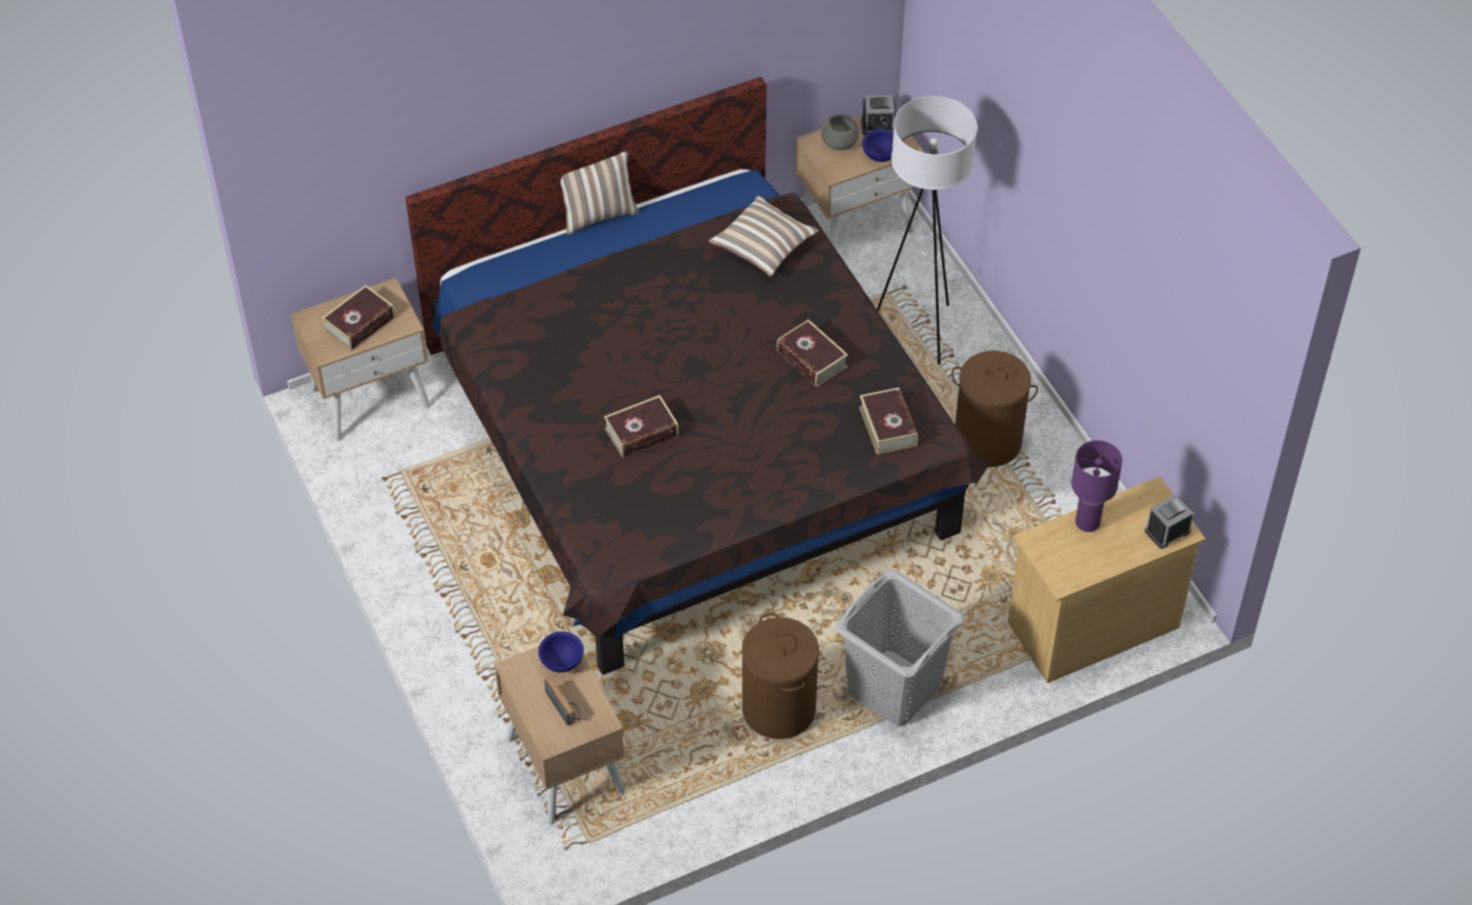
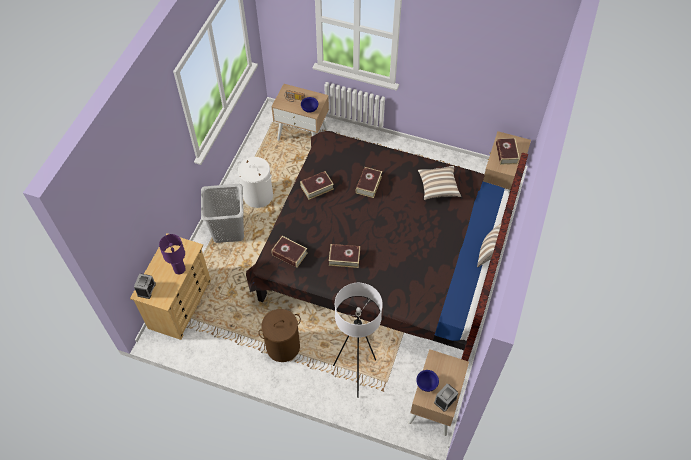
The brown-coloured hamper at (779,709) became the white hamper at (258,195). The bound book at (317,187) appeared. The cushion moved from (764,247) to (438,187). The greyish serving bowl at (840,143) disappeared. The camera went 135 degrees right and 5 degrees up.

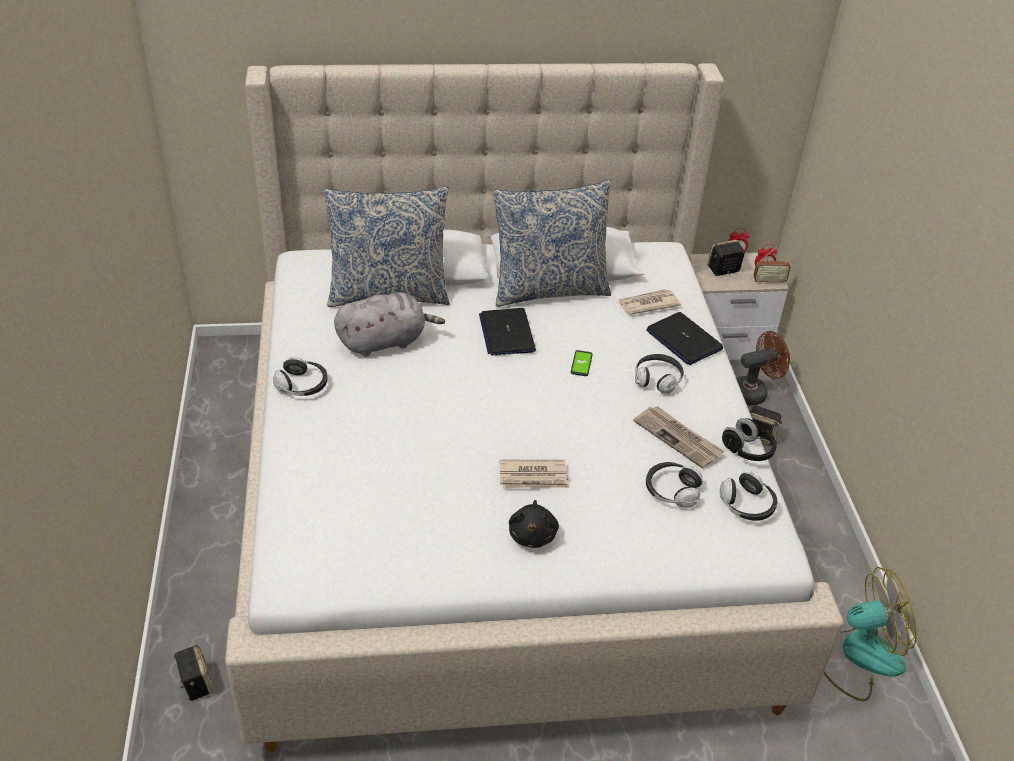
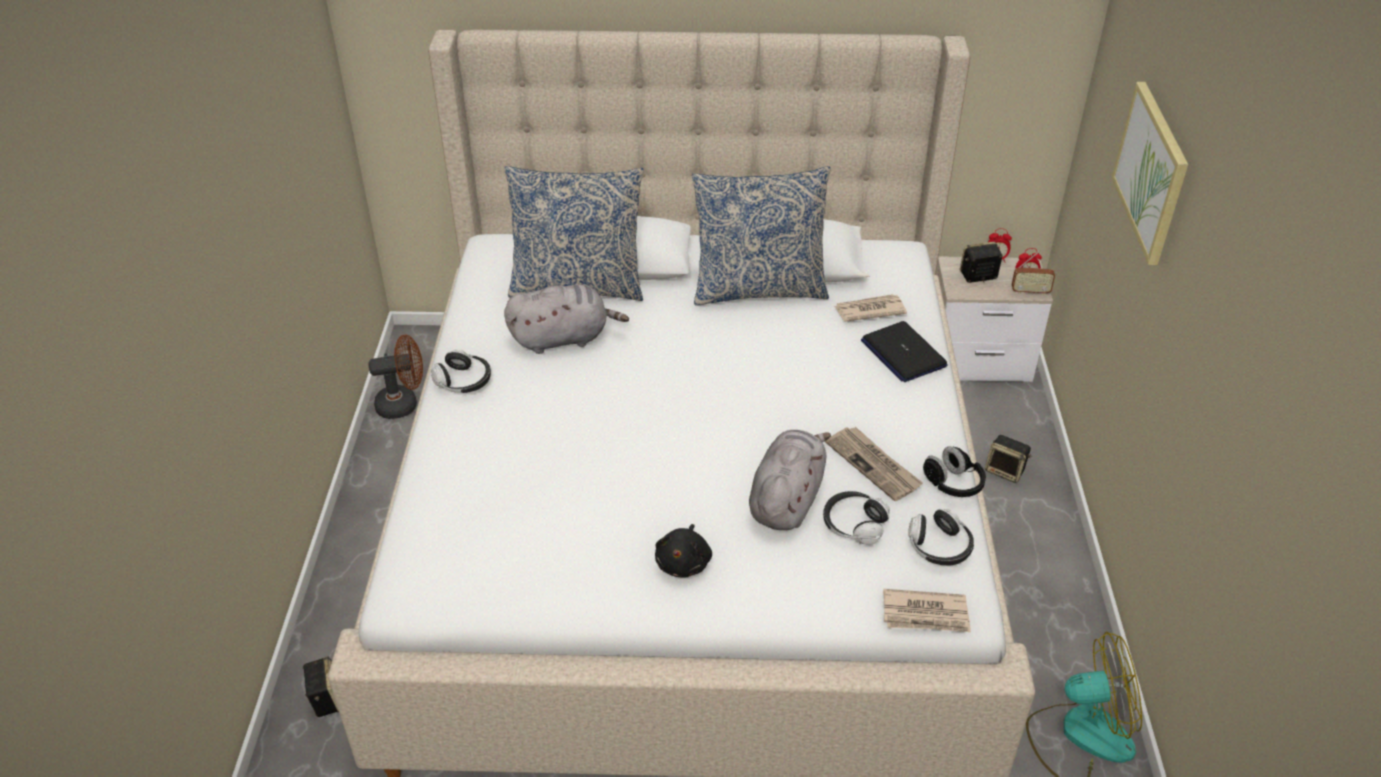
The brown-coloured cooling fan moved from (753,392) to (404,404). The greyish soft toy at (787,499) appeared. The newspaper moved from (534,477) to (926,614). The wall picture at (1151,171) appeared. The portable computer at (507,333) disappeared. The phone at (581,364) disappeared. The headset at (657,379) disappeared. The camera went 10 degrees right and 0 degrees up.

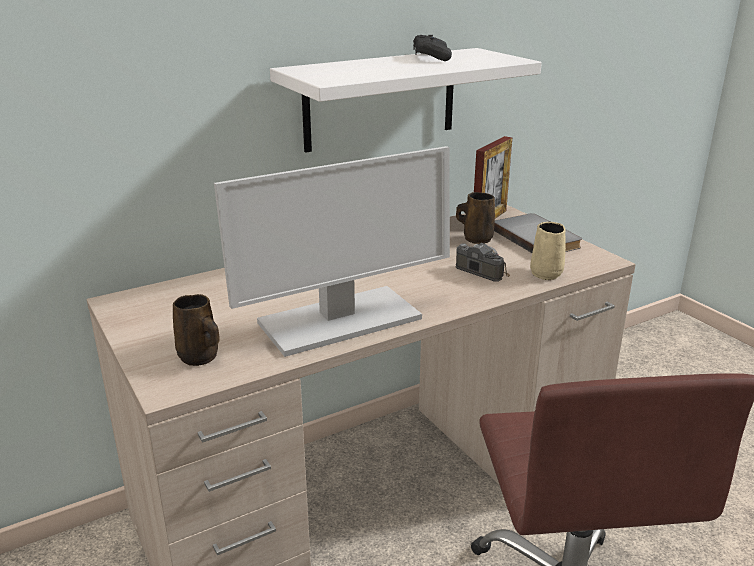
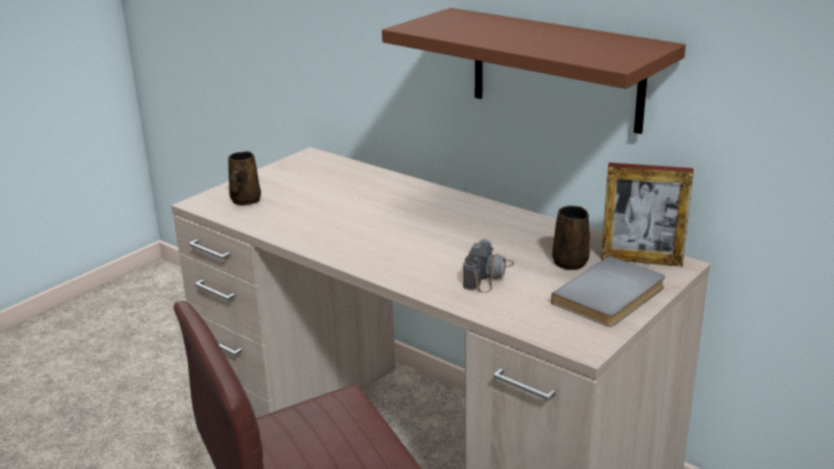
The white wall shelf at (381,99) became the brown-coloured wall shelf at (556,70). The monitor at (339,322) disappeared. The black gamepad at (431,57) disappeared. The beige-coloured coffee mug at (546,273) disappeared. The camera went 70 degrees right and 0 degrees up.

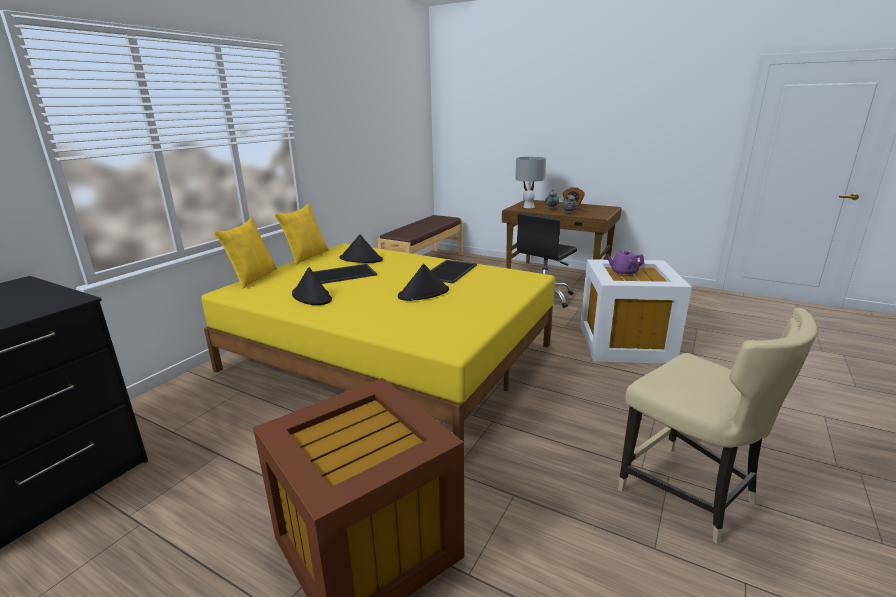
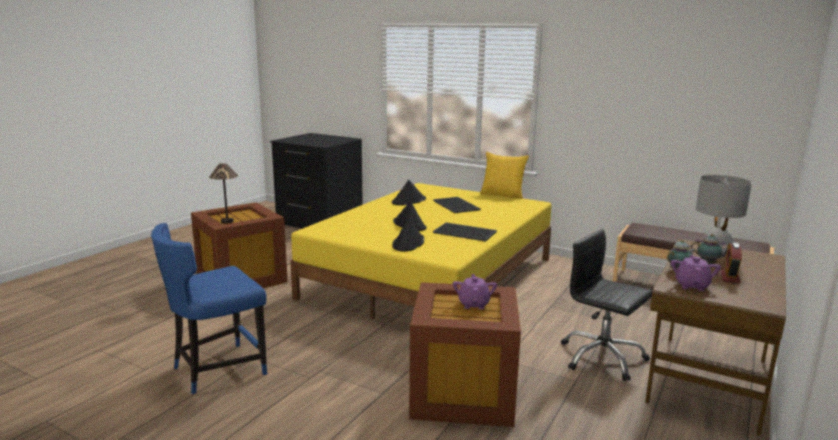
The beige-coloured plain chair at (689,495) became the blue-coloured plain chair at (217,370). The table lamp at (227,221) appeared. The black clothing hat moved from (361,259) to (408,243). The white storage bin at (626,343) became the brown-coloured storage bin at (464,394). The purplish teapot at (692,286) appeared. The yellow cushion at (252,277) disappeared. The camera went 90 degrees right and 5 degrees down.

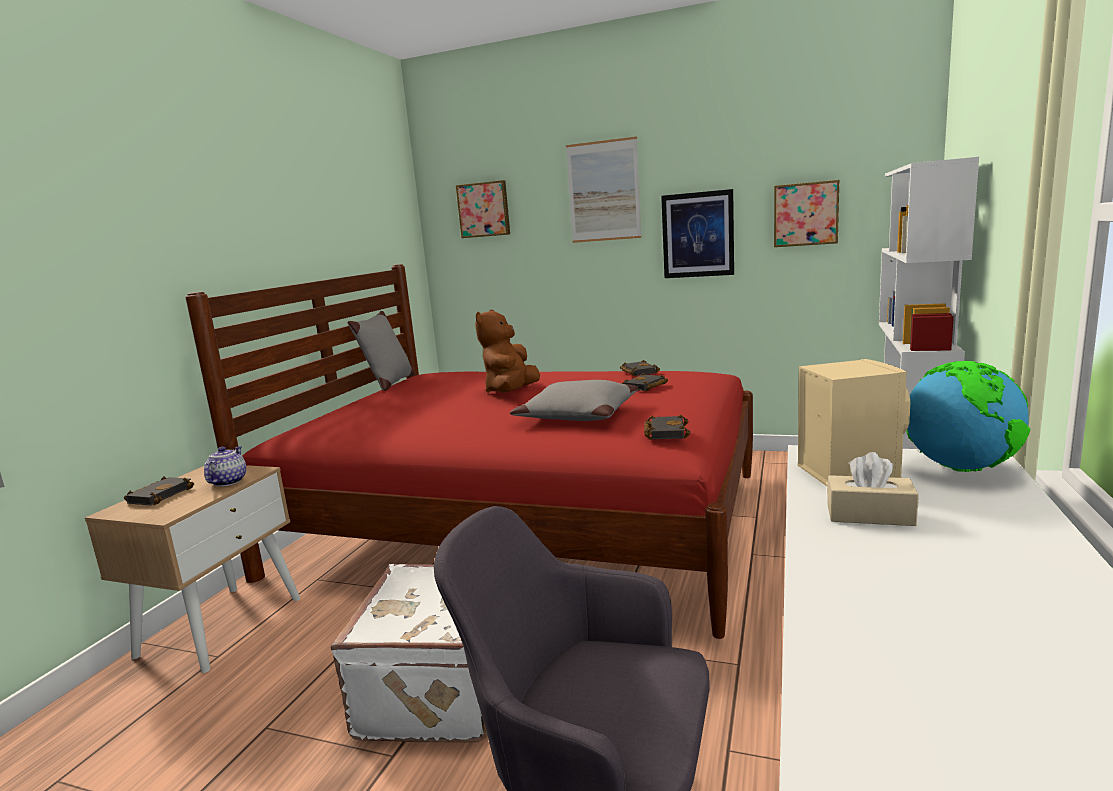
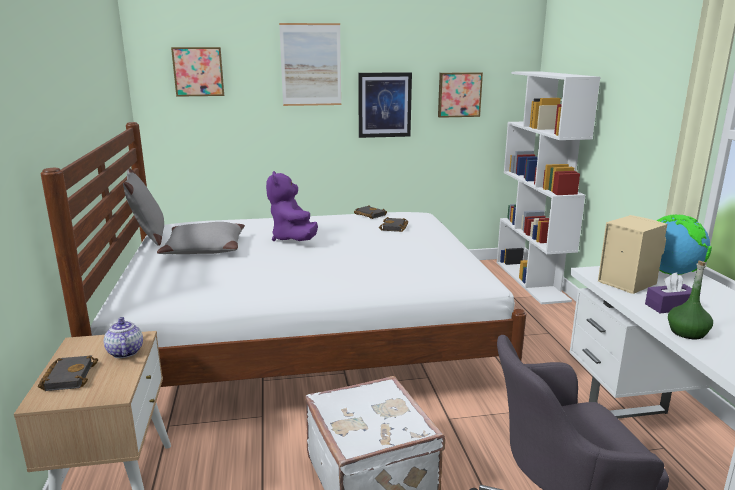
The red-coloured sleeping bed at (526,523) became the white sleeping bed at (307,344). The greyish cushion moved from (577,415) to (204,249). The brown-coloured soft toy at (511,392) became the purplish soft toy at (293,239). The beige-coloured tissue holder at (870,515) became the purplish tissue holder at (670,307). The greenish drink bottle at (687,332) appeared. The black bound book at (664,432) disappeared. The camera went 30 degrees left and 5 degrees up.

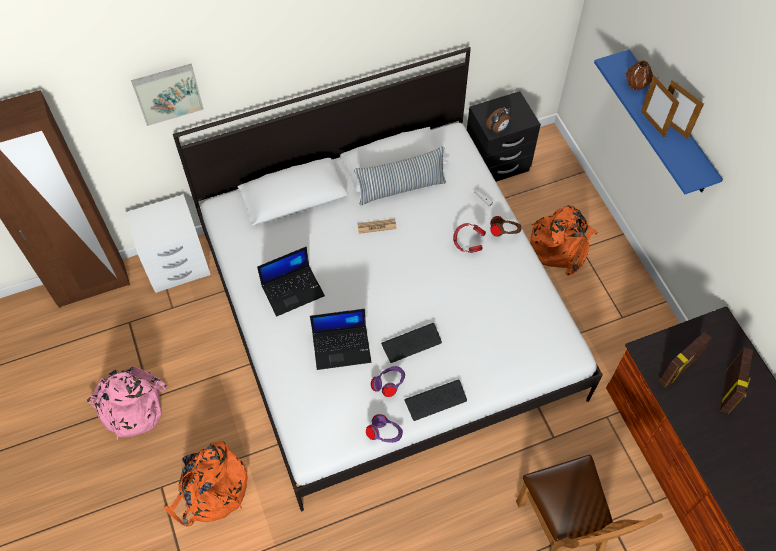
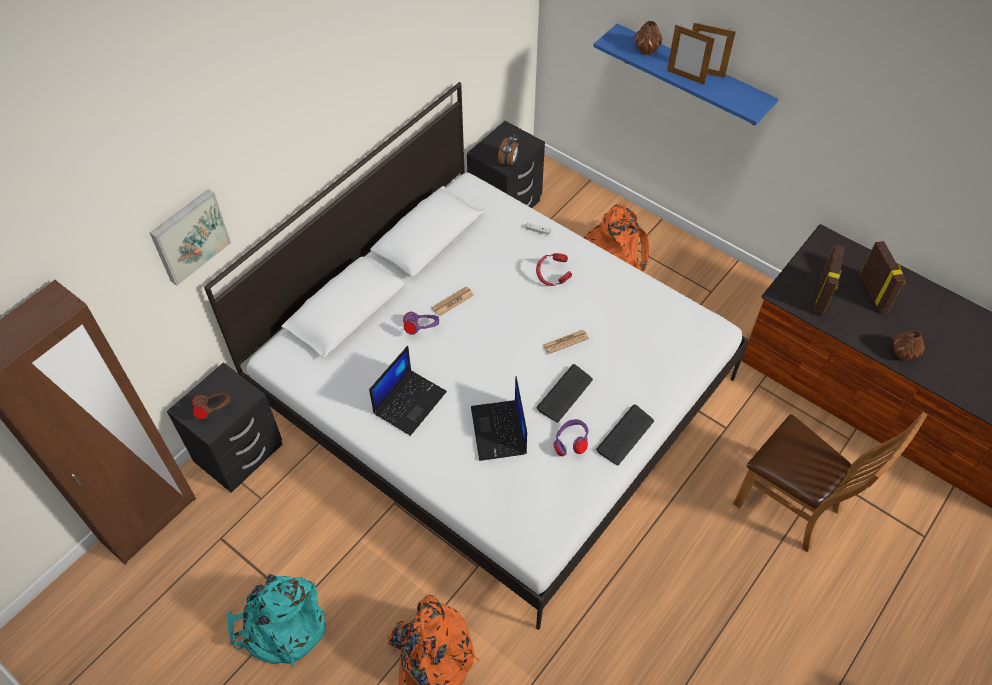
The white night table at (177,266) became the black night table at (239,453). The brown-coloured headset moved from (504,233) to (214,410). The pink knapsack at (130,407) became the turquoise-coloured knapsack at (281,626). The purplish headset moved from (385,434) to (422,329). The portable computer at (342,347) turned 120 degrees clockwise. The newspaper at (565,342) appeared. The brown-coloured decorative vase at (903,354) appeared. The cushion at (401,188) disappeared. The camera went 30 degrees left and 5 degrees down.

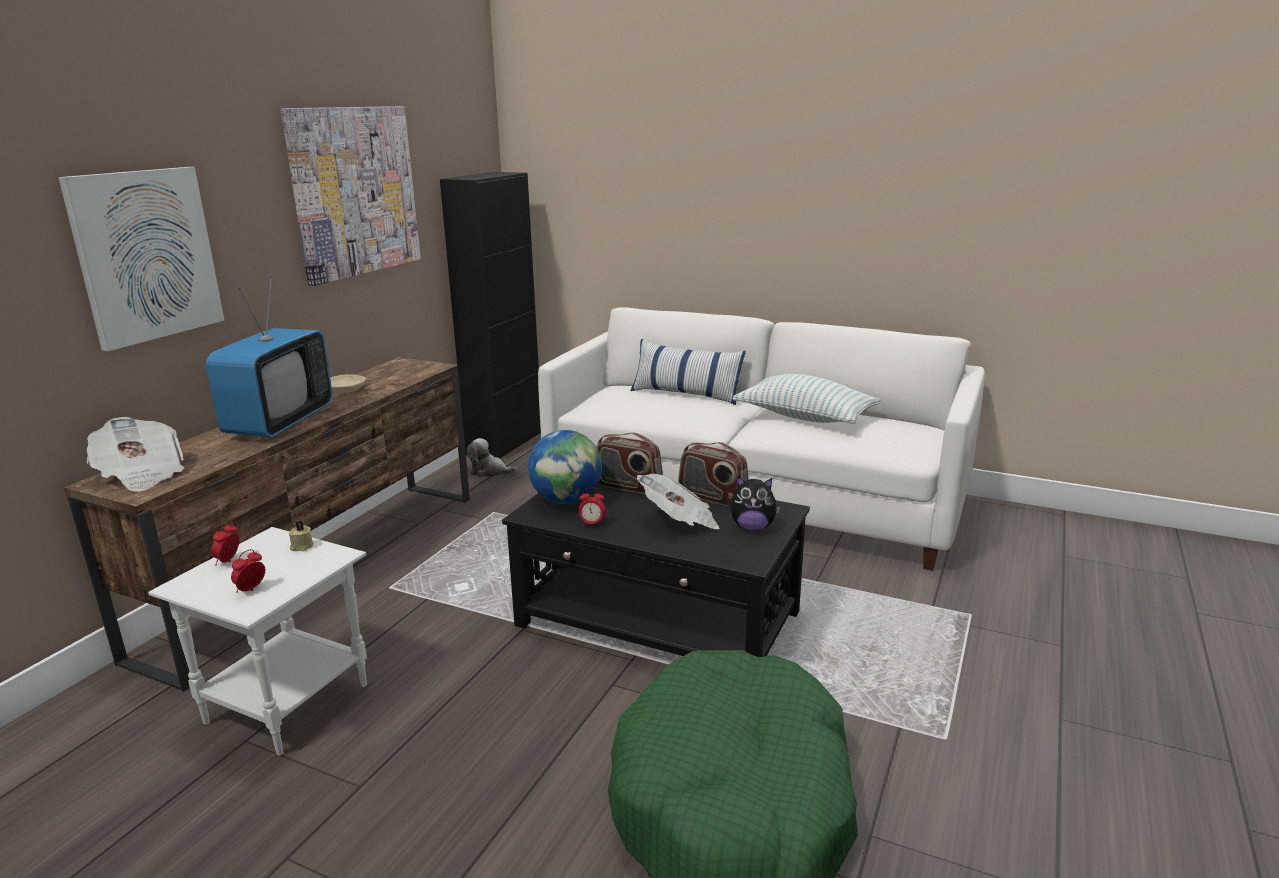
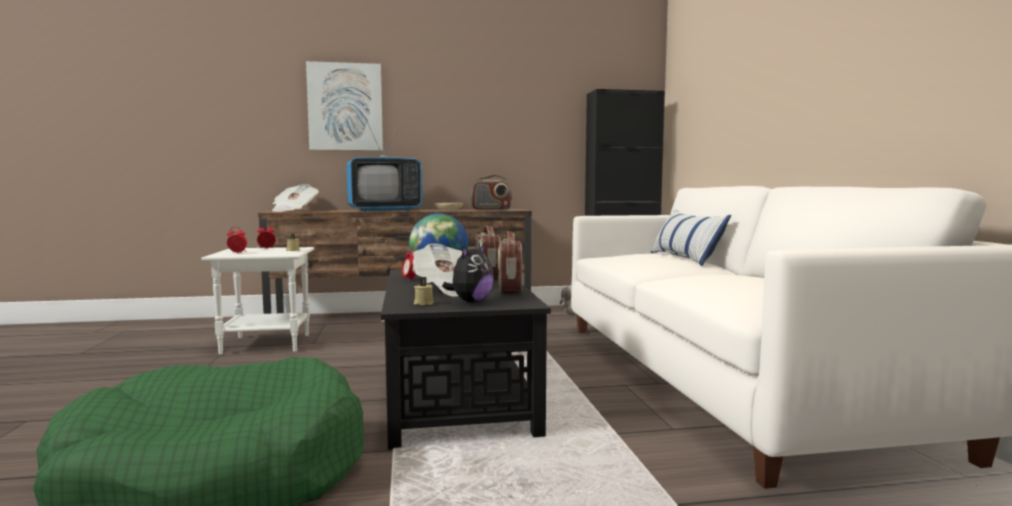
The beige-coloured wax candle at (423,303) appeared. The soft toy at (752,527) turned 120 degrees counterclockwise. The radio set at (491,210) appeared. The wall picture at (354,191) disappeared. The cushion at (805,417) disappeared. The camera went 55 degrees right and 15 degrees down.

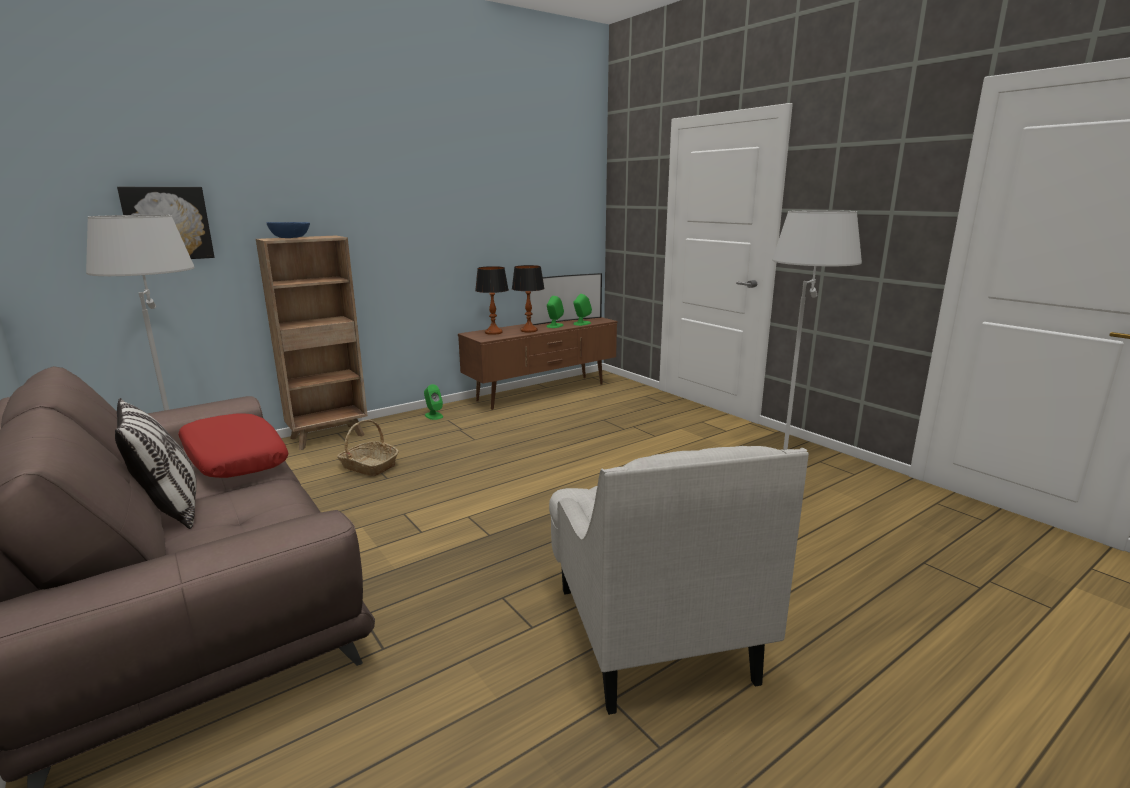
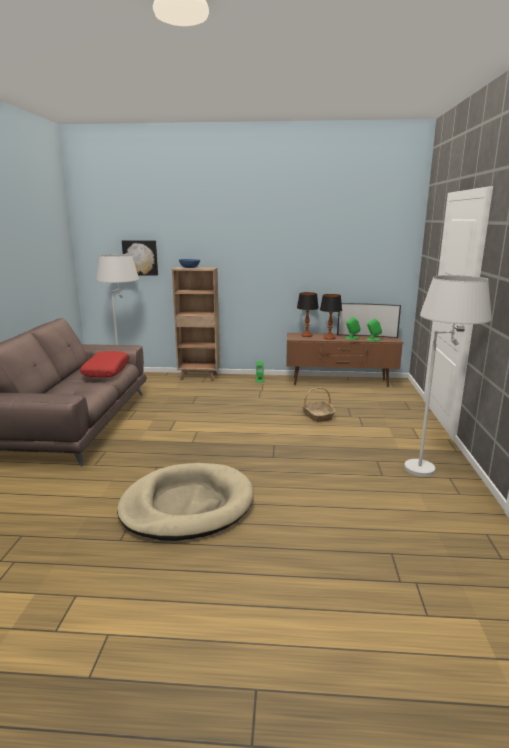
The white easy chair at (650,631) was replaced by the beige-coloured dog bed at (187,505). The household basket moved from (368,466) to (317,416). The cushion at (170,509) disappeared. The camera went 40 degrees right and 0 degrees up.

